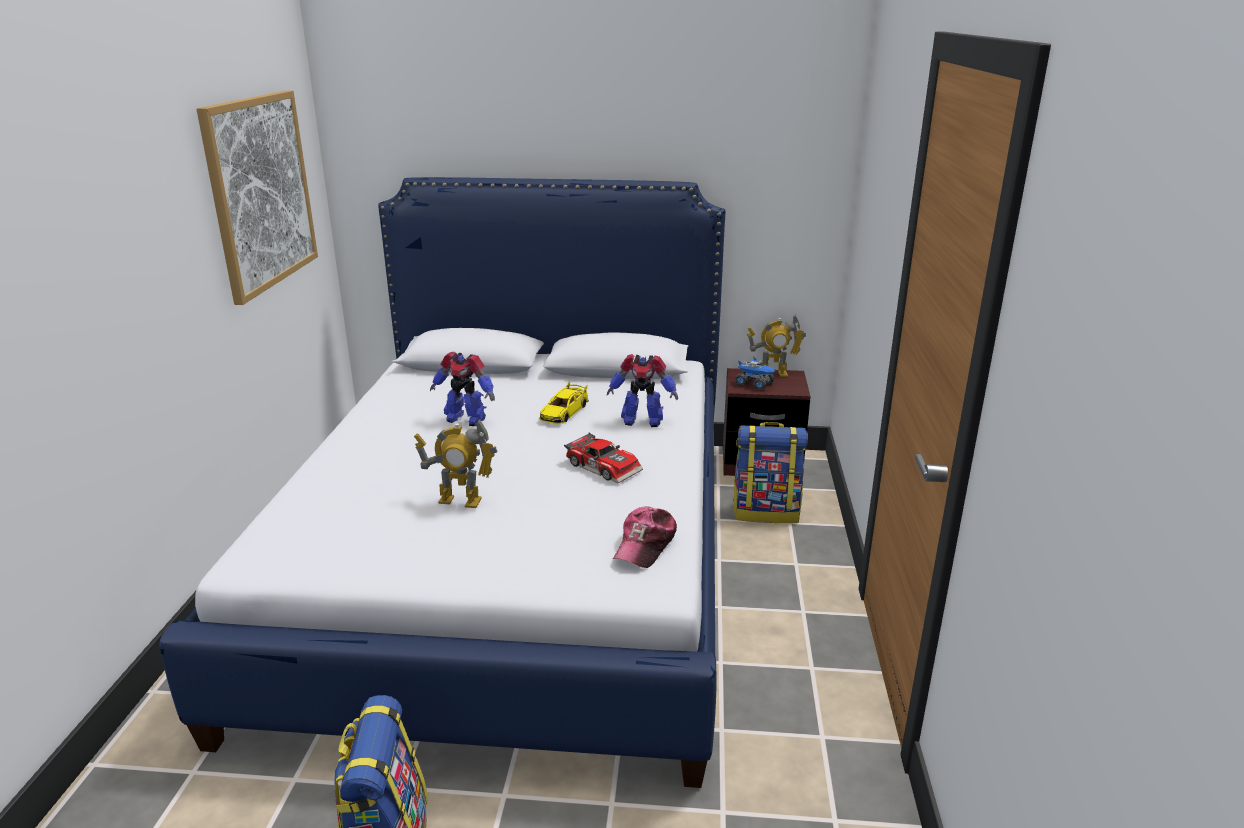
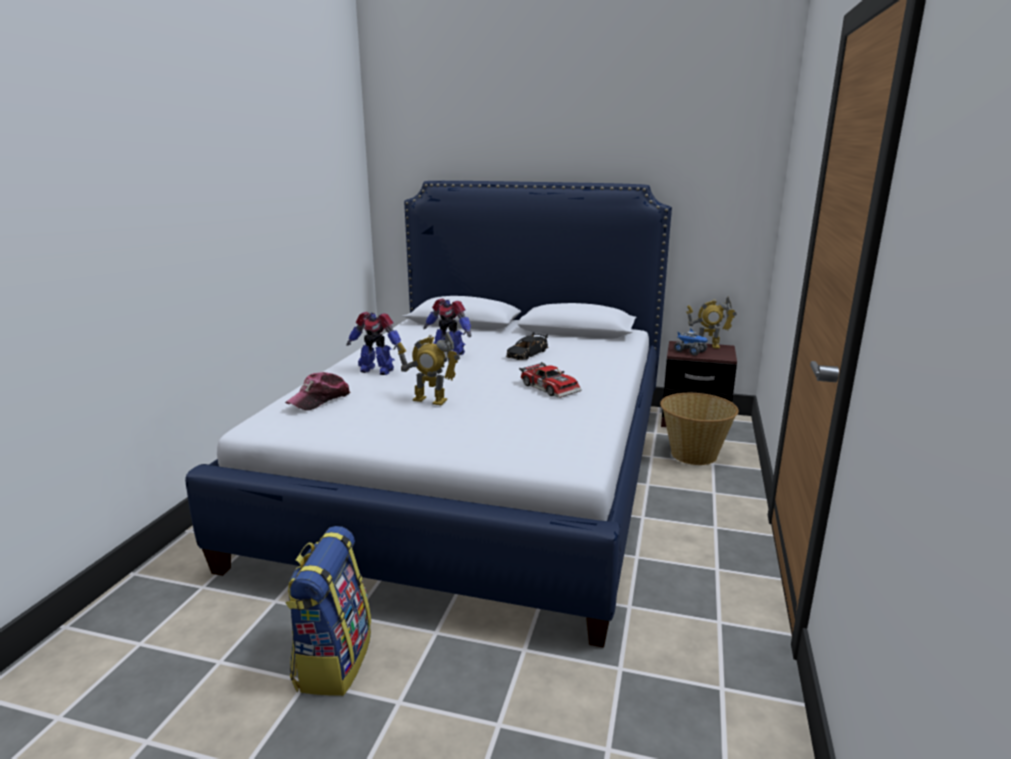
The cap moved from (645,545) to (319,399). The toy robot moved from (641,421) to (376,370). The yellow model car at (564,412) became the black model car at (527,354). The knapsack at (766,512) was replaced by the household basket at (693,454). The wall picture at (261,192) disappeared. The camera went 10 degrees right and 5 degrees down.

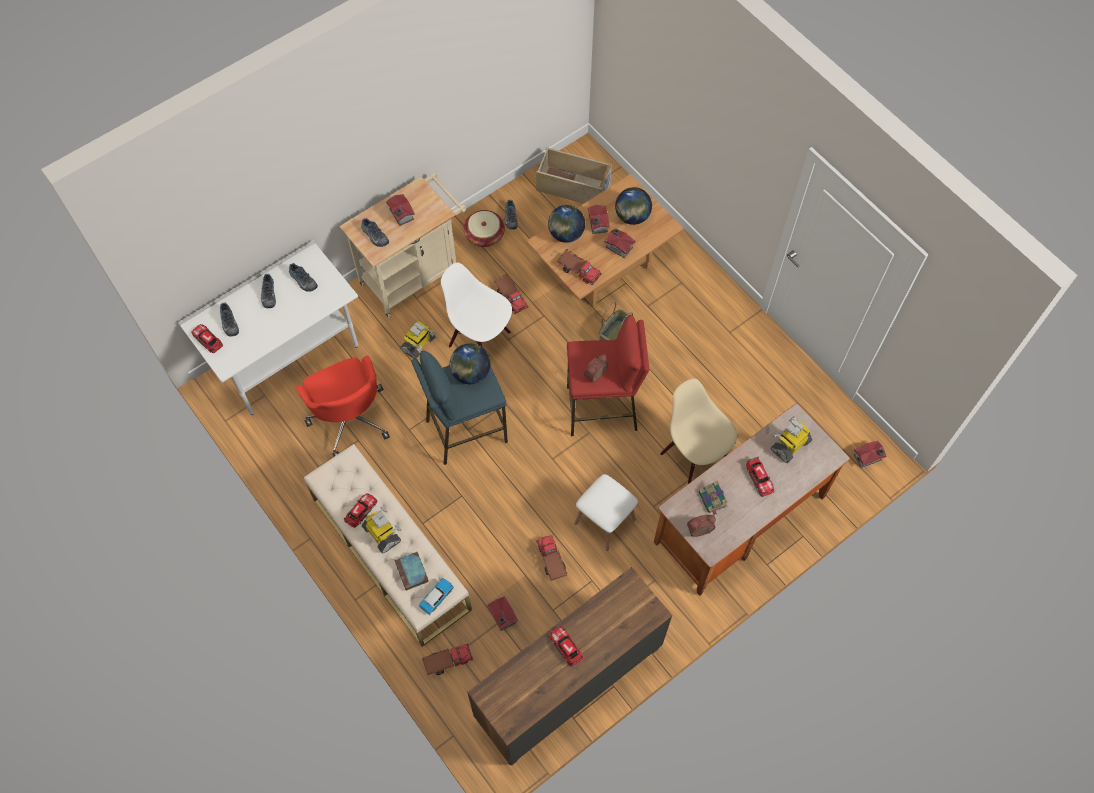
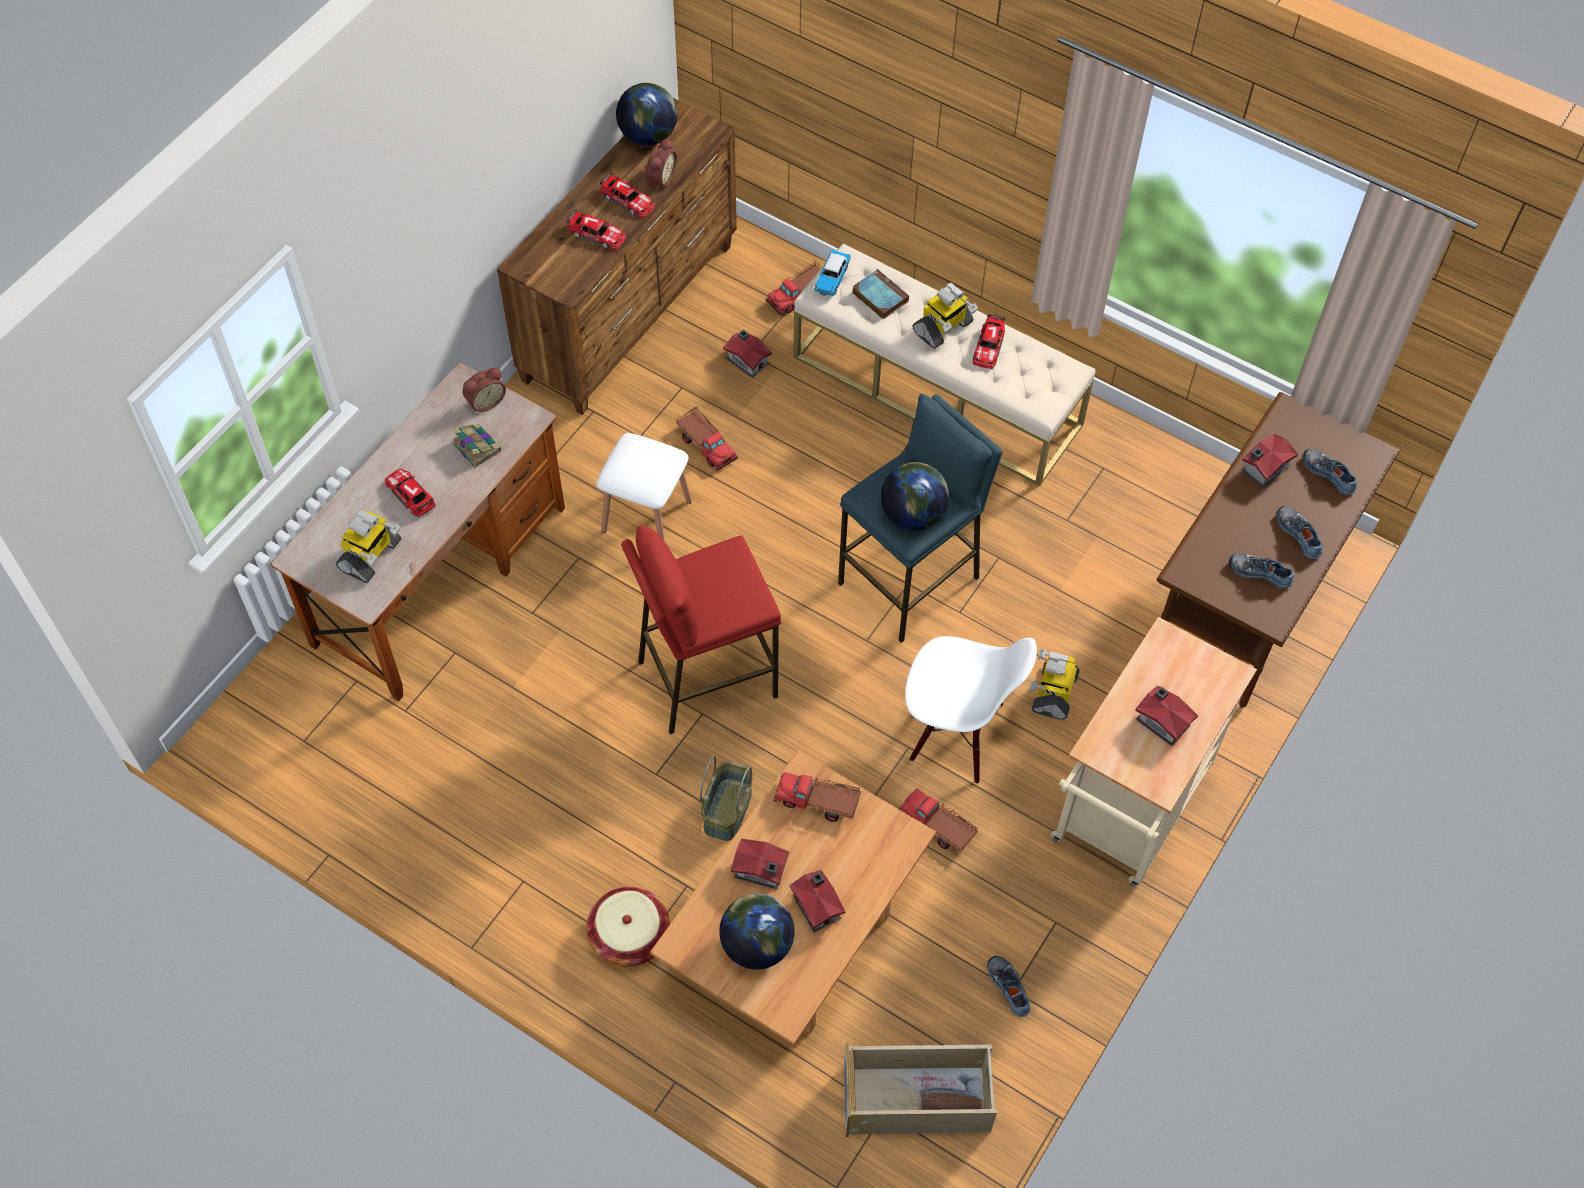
The model car moved from (207,340) to (596,235). The household basket moved from (484,235) to (629,936). The desk globe moved from (566,234) to (648,135). The bedside clock moved from (596,375) to (659,178). The toy robot at (382,534) turned 75 degrees counterclockwise. The white desk table at (289,359) became the brown-coloured desk table at (1245,606). The model house moved from (868,458) to (1263,468). The red-coloured computer chair at (349,417) disappeared. The item of footwear at (374,236) disappeared. The beige-coloured plain chair at (694,454) disappeared. The camera went 160 degrees right and 5 degrees down.

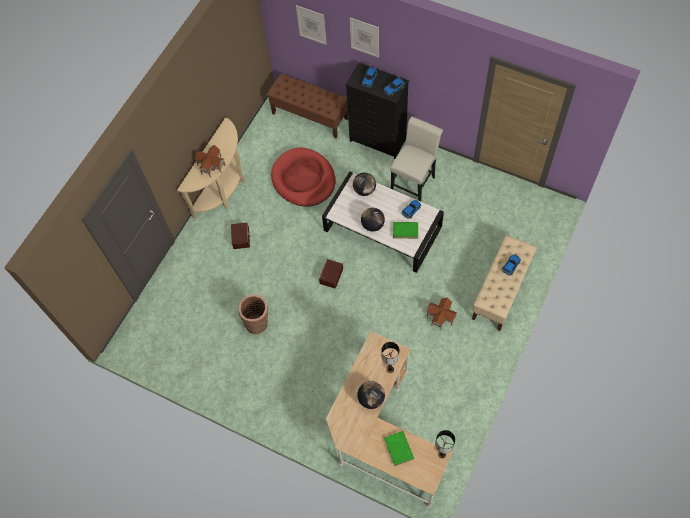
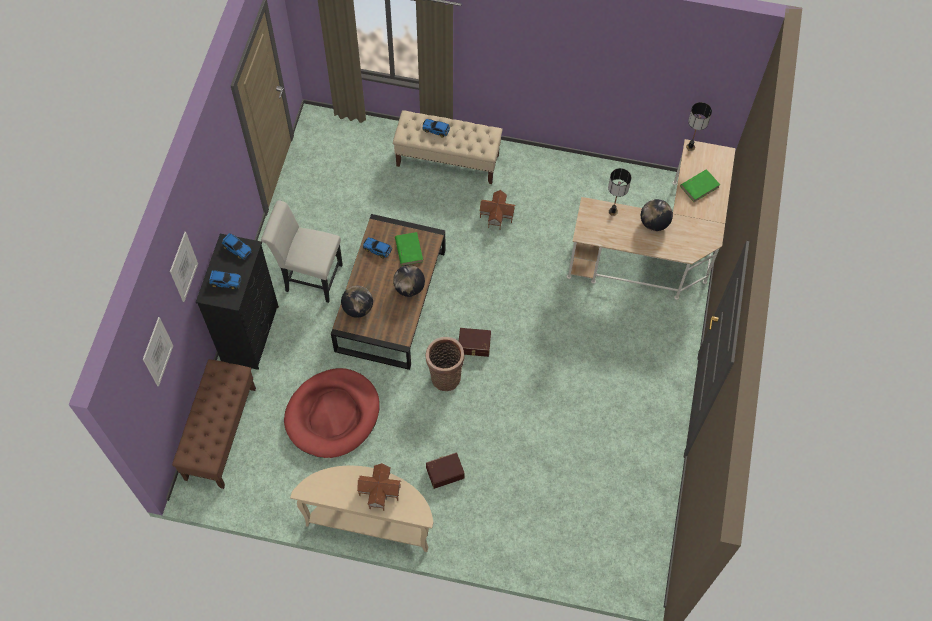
The white lounge table at (382,229) became the brown-coloured lounge table at (391,300). The household basket moved from (258,323) to (445,375). The camera went 110 degrees left and 0 degrees up.

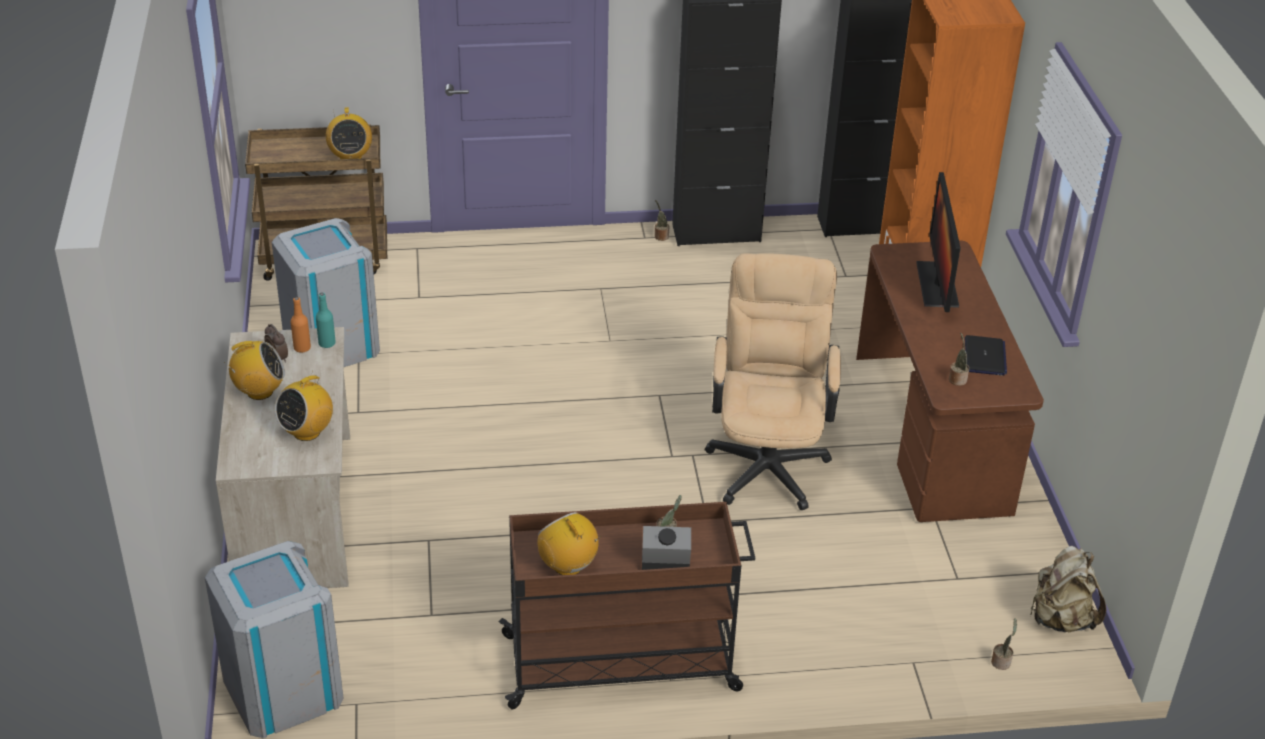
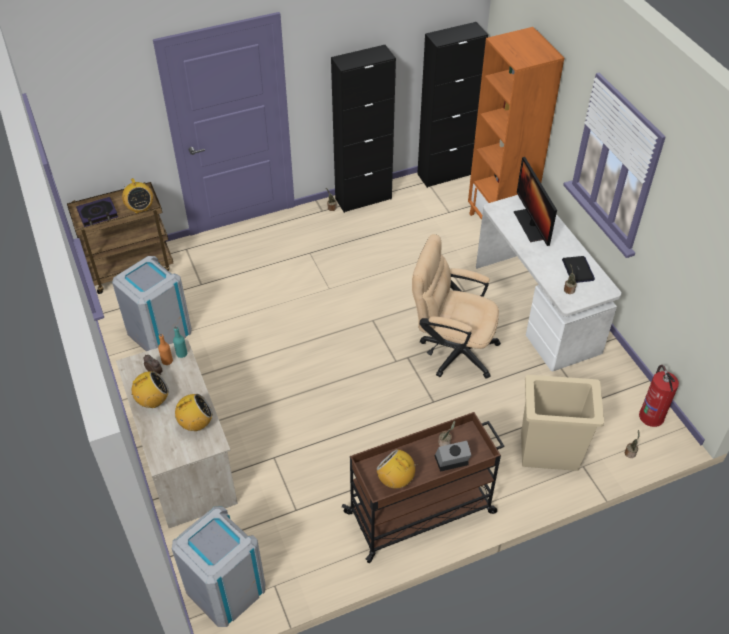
The bound book at (98,214) appeared. The radio set at (307,432) turned 135 degrees counterclockwise. The beige-coloured computer chair at (768,459) turned 60 degrees counterclockwise. The brown-coloured desk table at (933,431) became the white desk table at (537,307). The beige-coloured rubbish bin at (550,452) appeared. The beige-coloured knapsack at (1061,619) was replaced by the fire-fighting cylinder at (651,415). The camera went 15 degrees left and 10 degrees up.

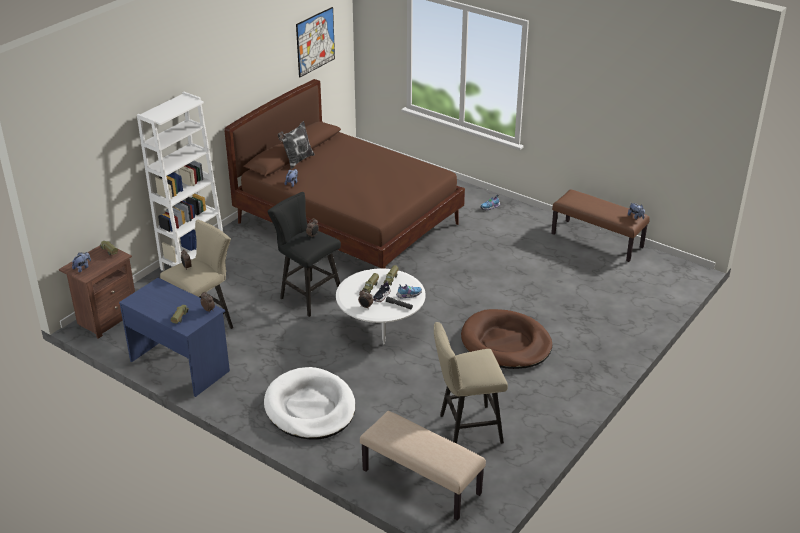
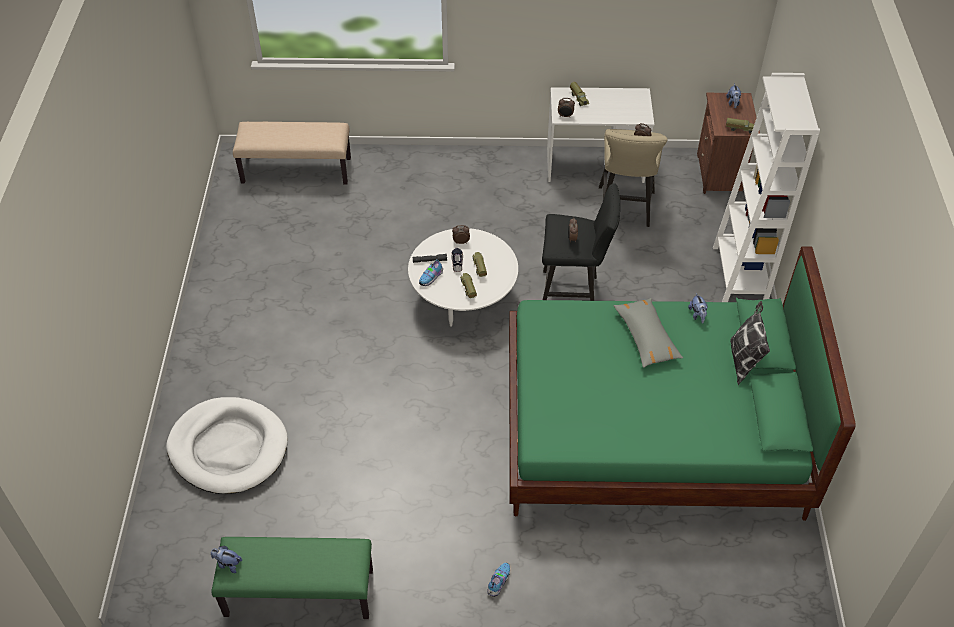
The white dog bed moved from (310,408) to (228,448). The brown-coloured long seat at (597,240) became the greenish long seat at (298,594). The brown-coloured sleeping bed at (348,223) became the greenish sleeping bed at (651,432). The blue-coloured desk table at (180,365) became the white desk table at (595,166). The greyish cushion at (646,337) appeared. The wall picture at (315,41) disappeared. The beige-coloured stool seat at (466,428) disappeared. The brown-coloured dog bed at (506,343) disappeared. The camera went 145 degrees right and 15 degrees up.

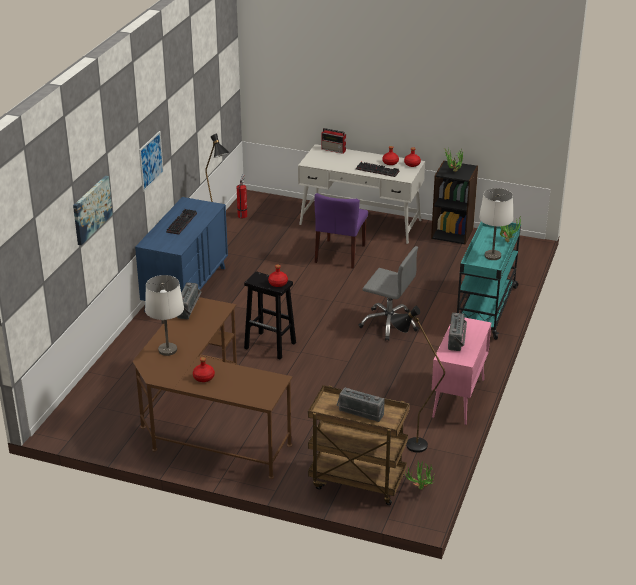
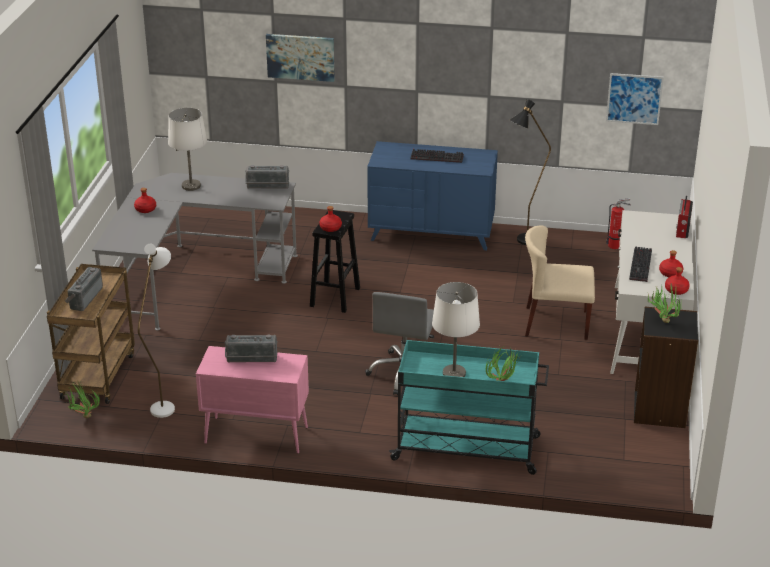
The brown-coloured desk table at (206,421) became the greyish desk table at (191,277). The black standard lamp at (409,443) became the white standard lamp at (165,404). The purplish plain chair at (340,254) became the beige-coloured plain chair at (555,323). The wall picture moved from (151,161) to (634,99). The camera went 80 degrees right and 0 degrees up.

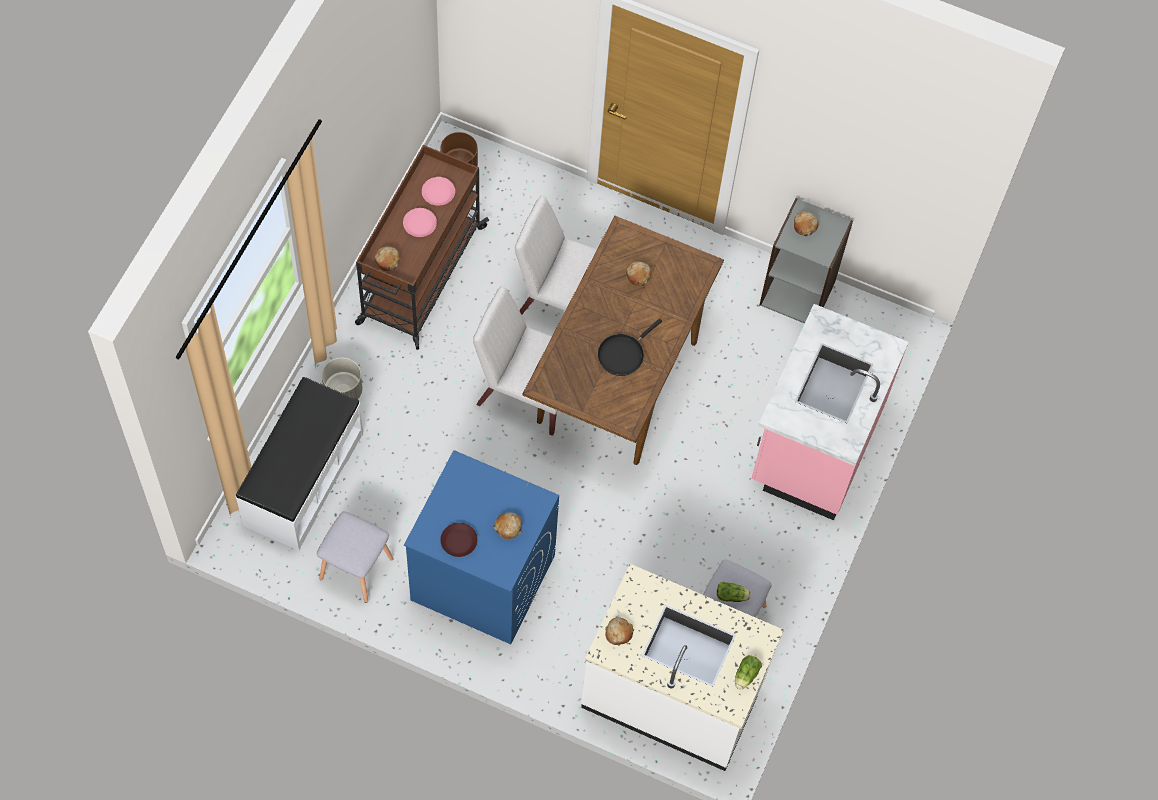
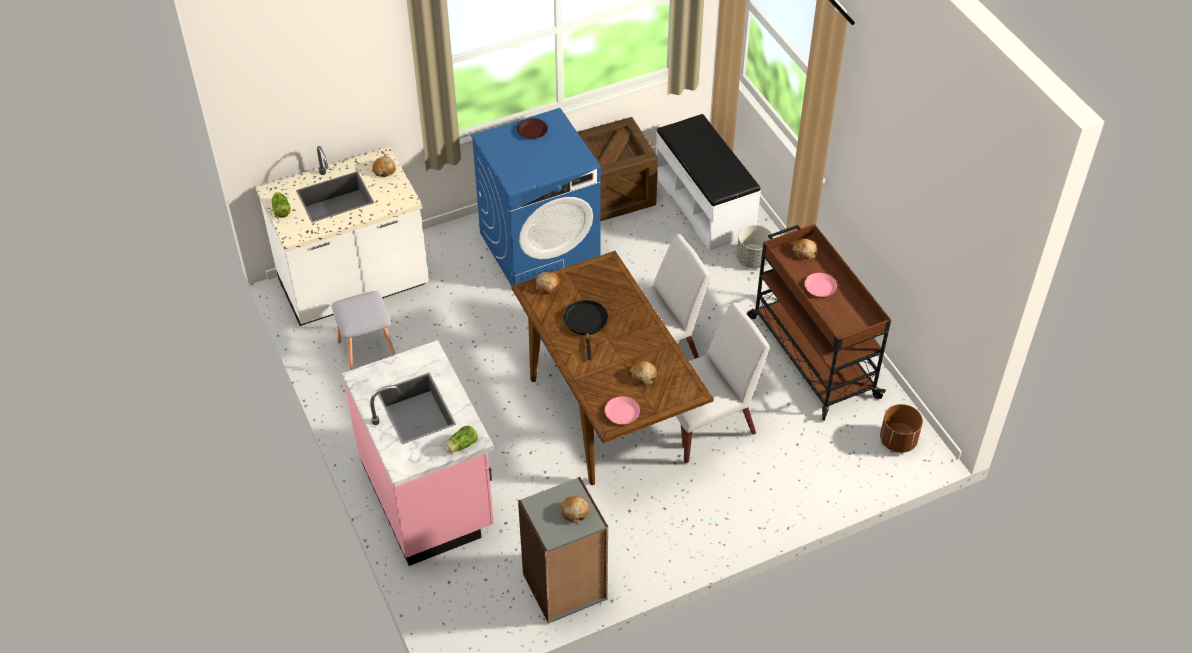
The lettuce moved from (732,596) to (461,446). The bakery bread moved from (508,527) to (547,285). The greyish stool seat at (355,568) was replaced by the crate at (613,193). The pink plate moved from (438,193) to (621,413). The camera went 135 degrees right and 15 degrees down.

